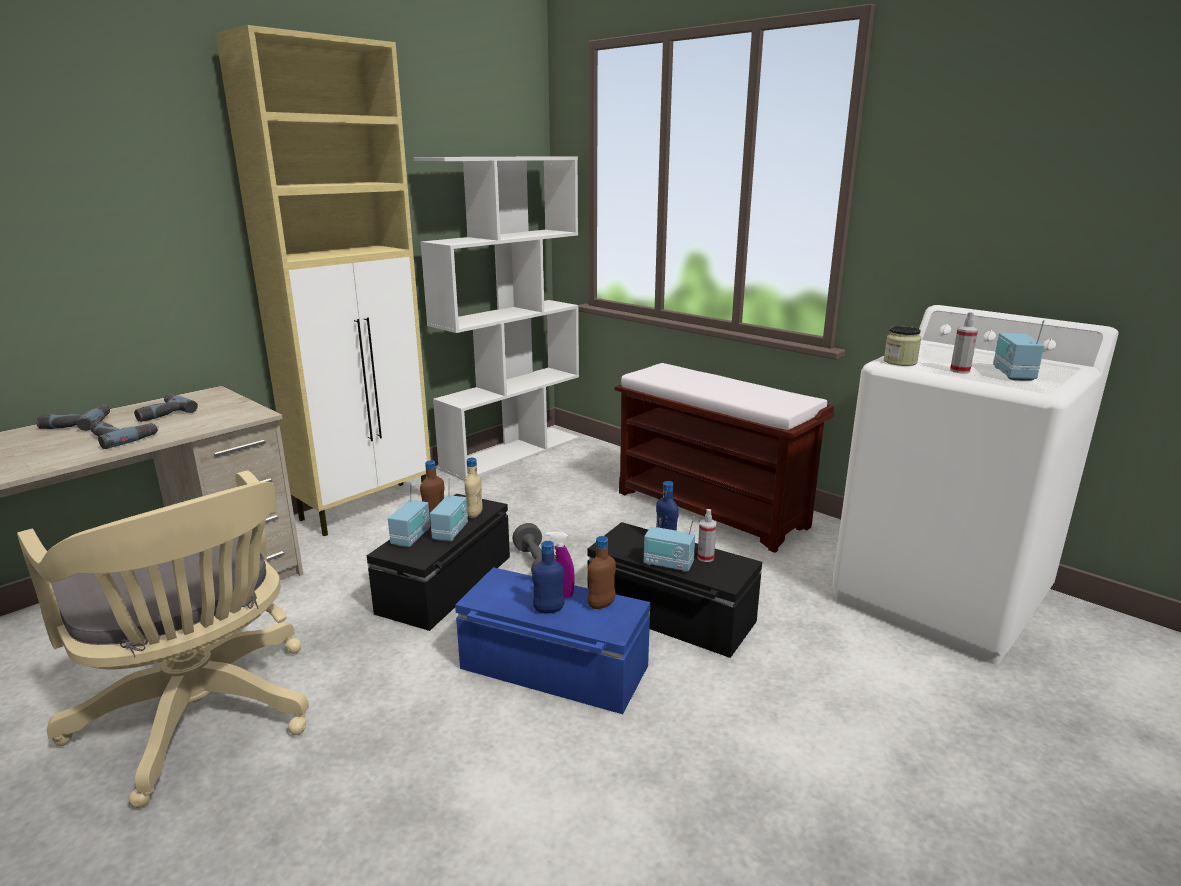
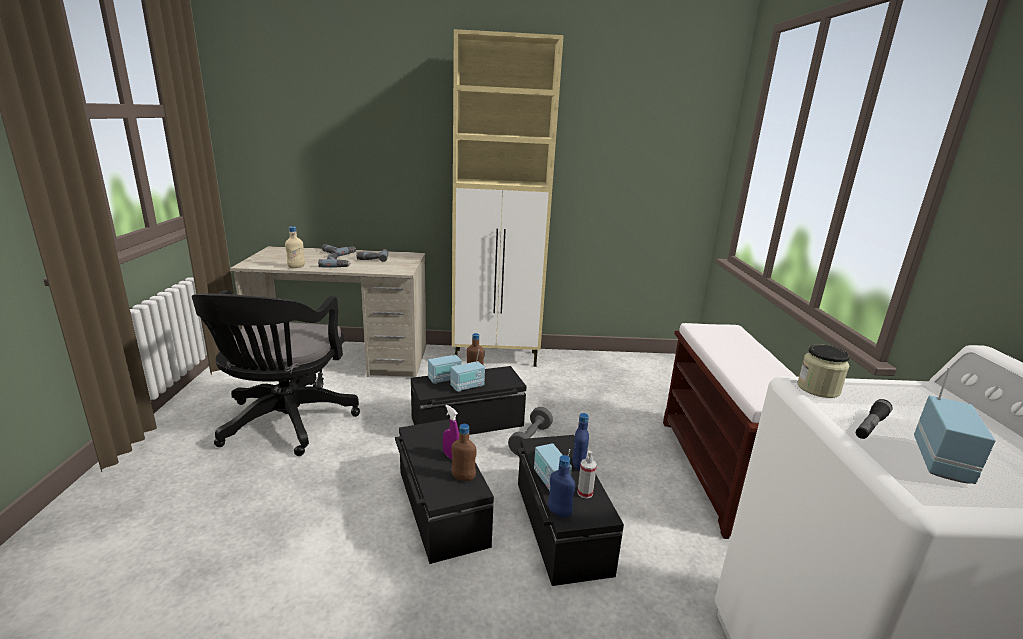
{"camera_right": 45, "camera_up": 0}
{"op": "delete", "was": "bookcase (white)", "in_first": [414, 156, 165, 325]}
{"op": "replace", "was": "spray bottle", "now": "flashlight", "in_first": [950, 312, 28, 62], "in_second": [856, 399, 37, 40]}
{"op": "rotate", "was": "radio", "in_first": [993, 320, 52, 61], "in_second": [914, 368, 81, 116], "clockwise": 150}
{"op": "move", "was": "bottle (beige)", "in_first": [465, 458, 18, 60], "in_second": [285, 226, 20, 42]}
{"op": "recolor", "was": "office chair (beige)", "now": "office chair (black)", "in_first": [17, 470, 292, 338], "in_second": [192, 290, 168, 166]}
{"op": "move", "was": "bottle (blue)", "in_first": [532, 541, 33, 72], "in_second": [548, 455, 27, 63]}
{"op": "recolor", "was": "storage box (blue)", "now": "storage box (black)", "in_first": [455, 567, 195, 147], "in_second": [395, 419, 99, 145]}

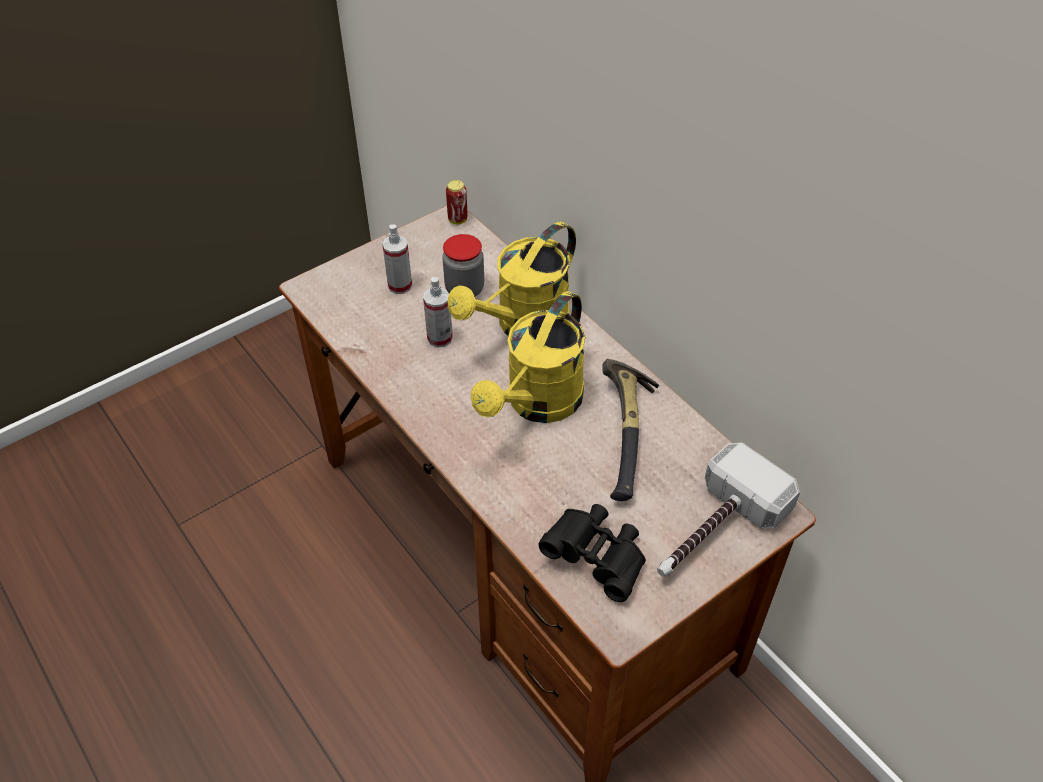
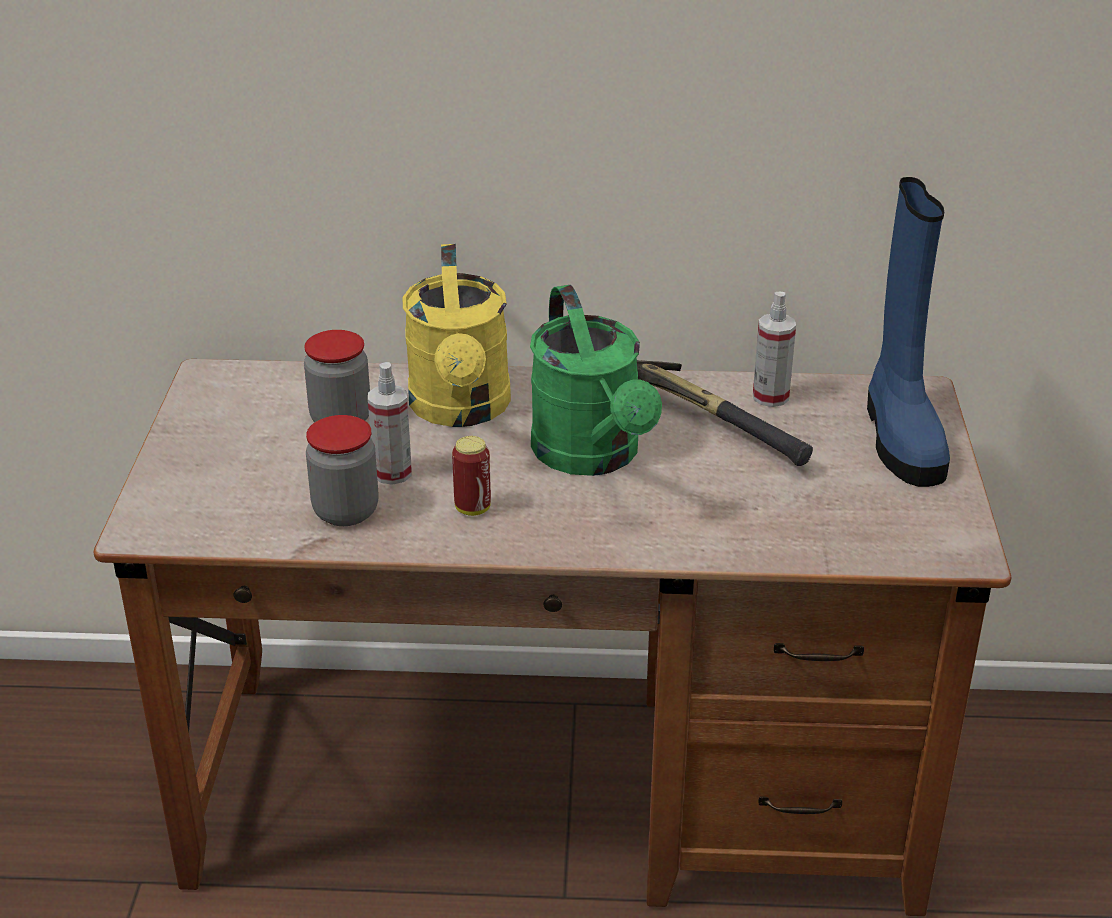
{"camera_right": -50, "camera_up": -15}
{"op": "move", "was": "can", "in_first": [446, 180, 22, 44], "in_second": [452, 436, 39, 80]}
{"op": "move", "was": "spray bottle", "in_first": [382, 224, 30, 70], "in_second": [753, 292, 43, 115]}
{"op": "recolor", "was": "watering can (yellow)", "now": "watering can (green)", "in_first": [471, 291, 114, 132], "in_second": [530, 285, 132, 191]}
{"op": "replace", "was": "hammer", "now": "boot (blue)", "in_first": [657, 443, 143, 134], "in_second": [867, 177, 83, 310]}
{"op": "delete", "was": "binoculars (black)", "in_first": [539, 504, 107, 98]}
{"op": "insert", "now": "jar", "in_second": [306, 415, 73, 111]}

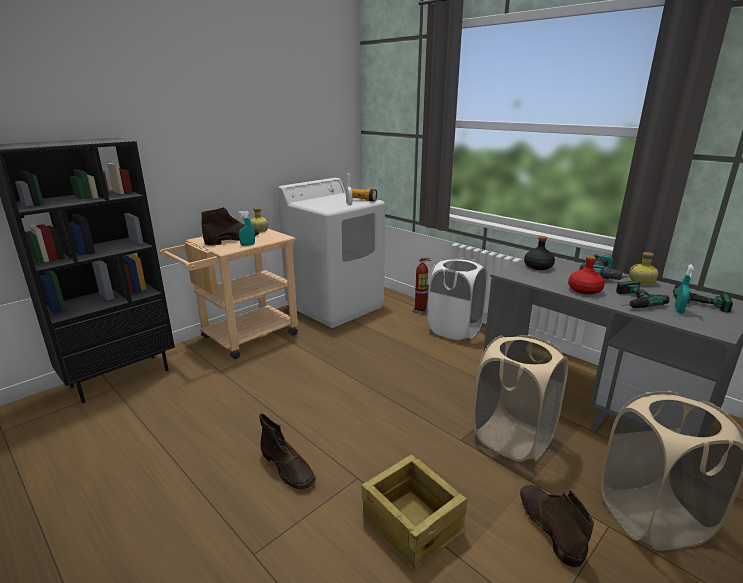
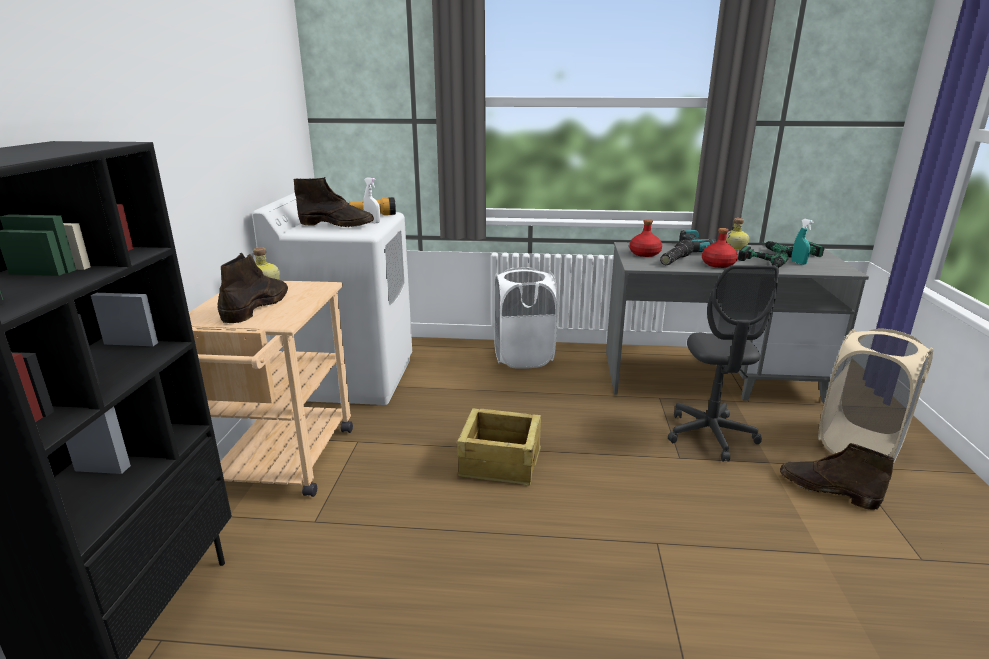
{"camera_right": -40, "camera_up": 0}
{"op": "delete", "was": "spray bottle (turquoise)", "in_first": [238, 211, 17, 35]}
{"op": "recolor", "was": "bottle (black)", "now": "bottle (red)", "in_first": [524, 236, 31, 34], "in_second": [629, 219, 33, 38]}
{"op": "delete", "was": "fire extinguisher", "in_first": [413, 258, 18, 56]}
{"op": "replace", "was": "laundry basket (beige)", "now": "office chair (grey)", "in_first": [472, 335, 96, 127], "in_second": [668, 265, 111, 197]}
{"op": "move", "was": "boot (brown)", "in_first": [259, 413, 57, 77], "in_second": [294, 177, 80, 50]}
{"op": "move", "was": "crate", "in_first": [362, 455, 106, 115], "in_second": [457, 408, 84, 78]}
{"op": "insert", "now": "flashlight", "in_second": [660, 240, 34, 25]}

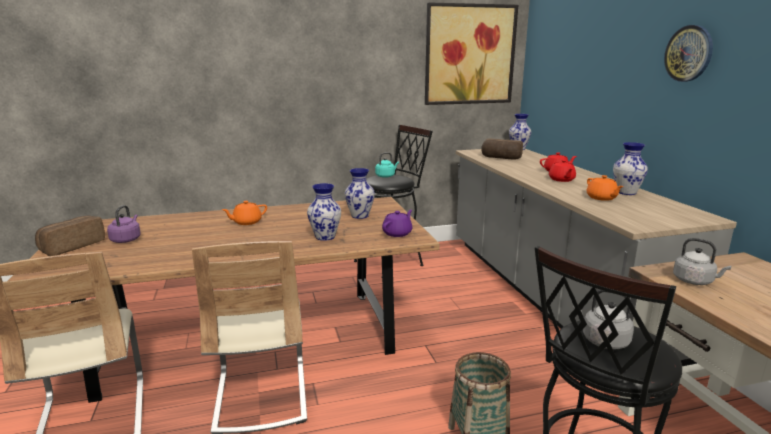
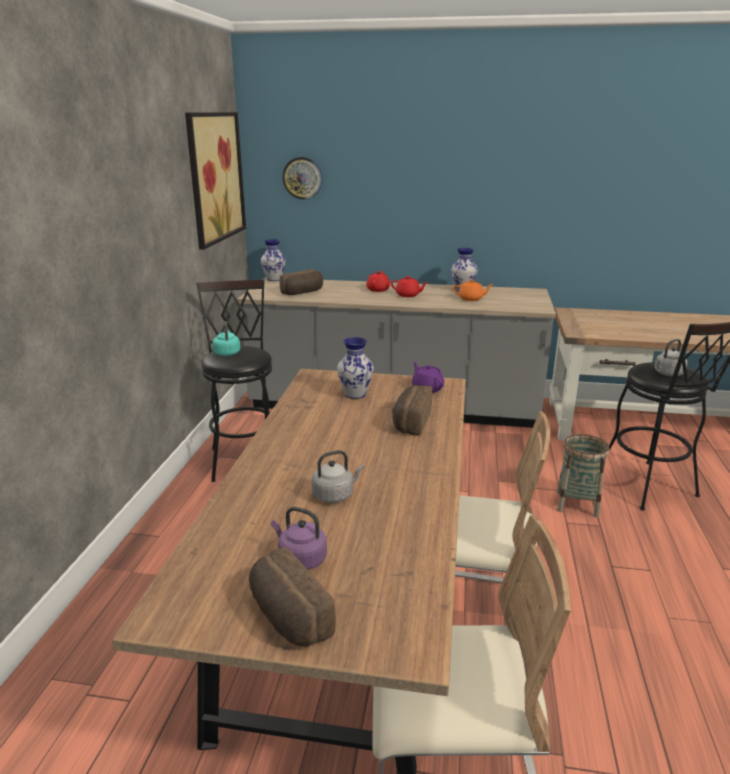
{"camera_right": -65, "camera_up": 5}
{"op": "move", "was": "wall clock", "in_first": [664, 25, 49, 57], "in_second": [282, 157, 41, 43]}
{"op": "replace", "was": "vase", "now": "bread", "in_first": [307, 183, 34, 58], "in_second": [392, 385, 40, 51]}
{"op": "delete", "was": "teapot (orange)", "in_first": [222, 201, 45, 24]}
{"op": "move", "was": "kettle (grey)", "in_first": [673, 238, 58, 47], "in_second": [311, 450, 53, 53]}

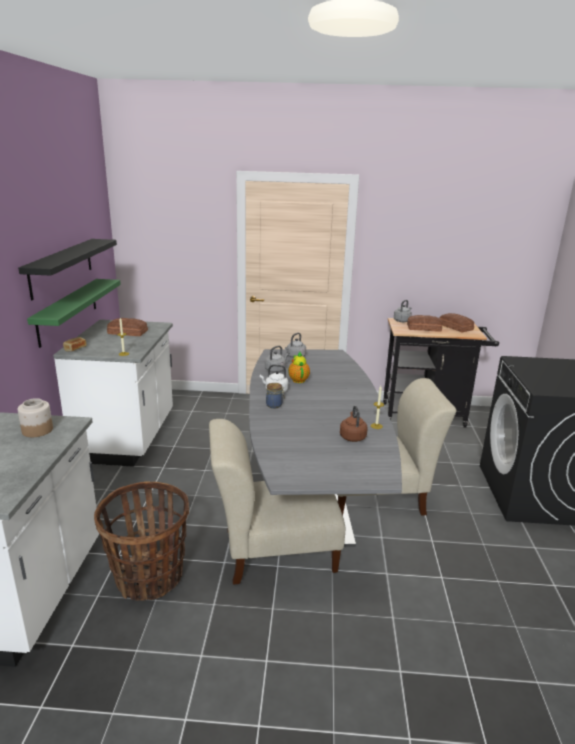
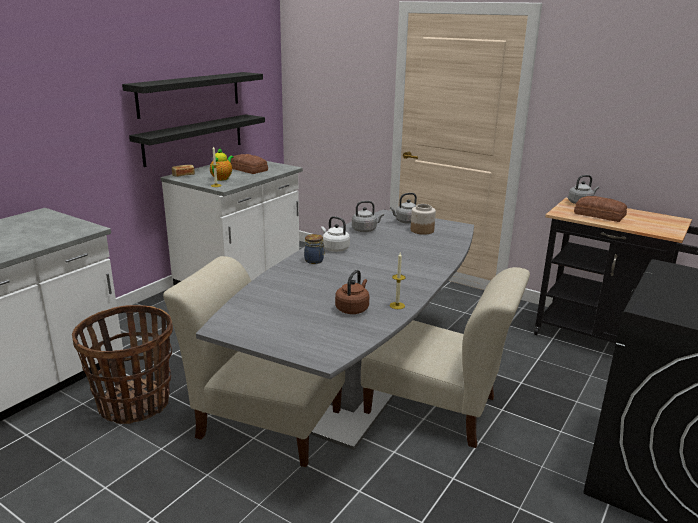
{"camera_right": 30, "camera_up": 0}
{"op": "recolor", "was": "shelf (green)", "now": "shelf (black)", "in_first": [27, 279, 94, 69], "in_second": [129, 114, 136, 53]}
{"op": "delete", "was": "bread", "in_first": [440, 313, 34, 19]}
{"op": "move", "was": "teapot", "in_first": [288, 352, 22, 31], "in_second": [210, 148, 23, 33]}
{"op": "move", "was": "jar", "in_first": [18, 398, 35, 39], "in_second": [411, 204, 25, 31]}

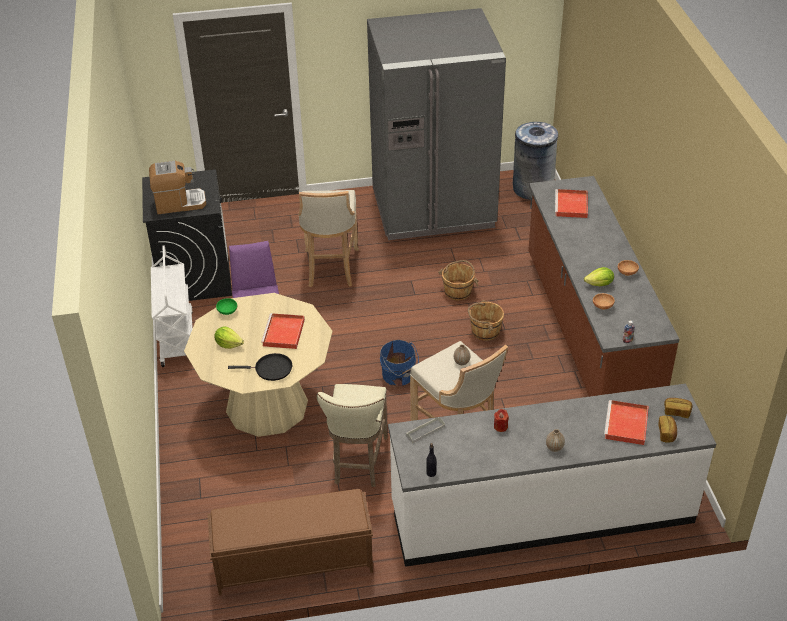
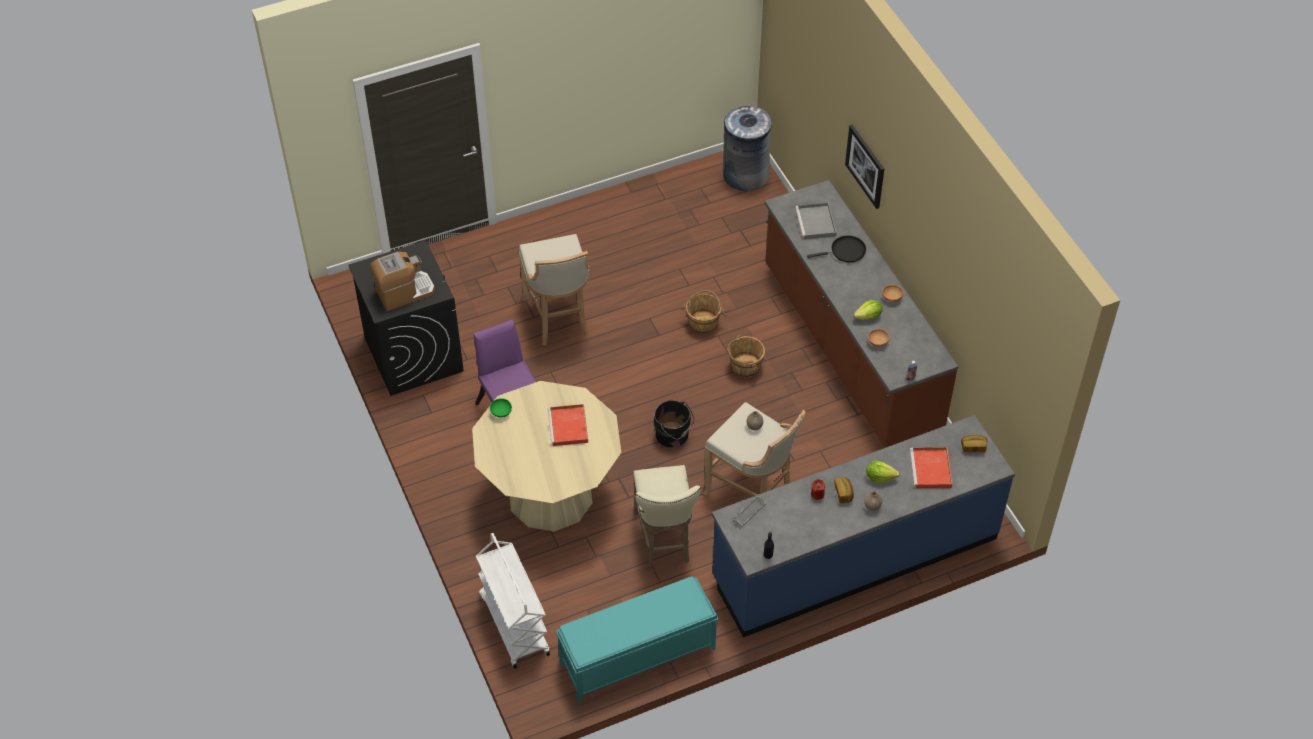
{"camera_right": -15, "camera_up": 10}
{"op": "delete", "was": "fridge (grey)", "in_first": [367, 8, 139, 232]}
{"op": "recolor", "was": "tray (red)", "now": "tray (grey)", "in_first": [555, 189, 33, 29], "in_second": [795, 203, 42, 36]}
{"op": "move", "was": "cart (white)", "in_first": [151, 245, 42, 122], "in_second": [476, 533, 74, 136]}
{"op": "move", "was": "lettuce", "in_first": [214, 326, 30, 23], "in_second": [866, 461, 34, 22]}
{"op": "recolor", "was": "bucket (blue)", "now": "bucket (black)", "in_first": [380, 340, 39, 46], "in_second": [654, 400, 40, 48]}
{"op": "move", "was": "frying pan (black)", "in_first": [228, 353, 64, 28], "in_second": [807, 236, 59, 26]}
{"op": "recolor", "was": "counter (white)", "now": "counter (blue)", "in_first": [388, 384, 328, 183], "in_second": [712, 415, 303, 223]}
{"op": "move", "was": "bread", "in_first": [658, 415, 19, 28], "in_second": [835, 477, 19, 26]}
{"op": "recolor", "was": "bench (brown)", "now": "bench (turquoise)", "in_first": [207, 489, 166, 107], "in_second": [555, 576, 164, 127]}
{"op": "insert", "now": "picture", "in_second": [845, 125, 39, 84]}

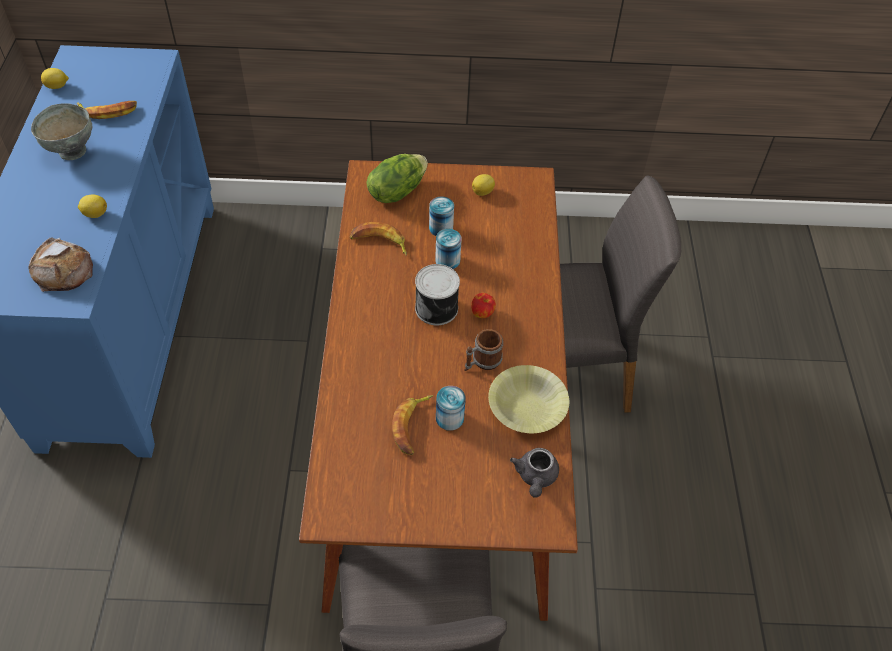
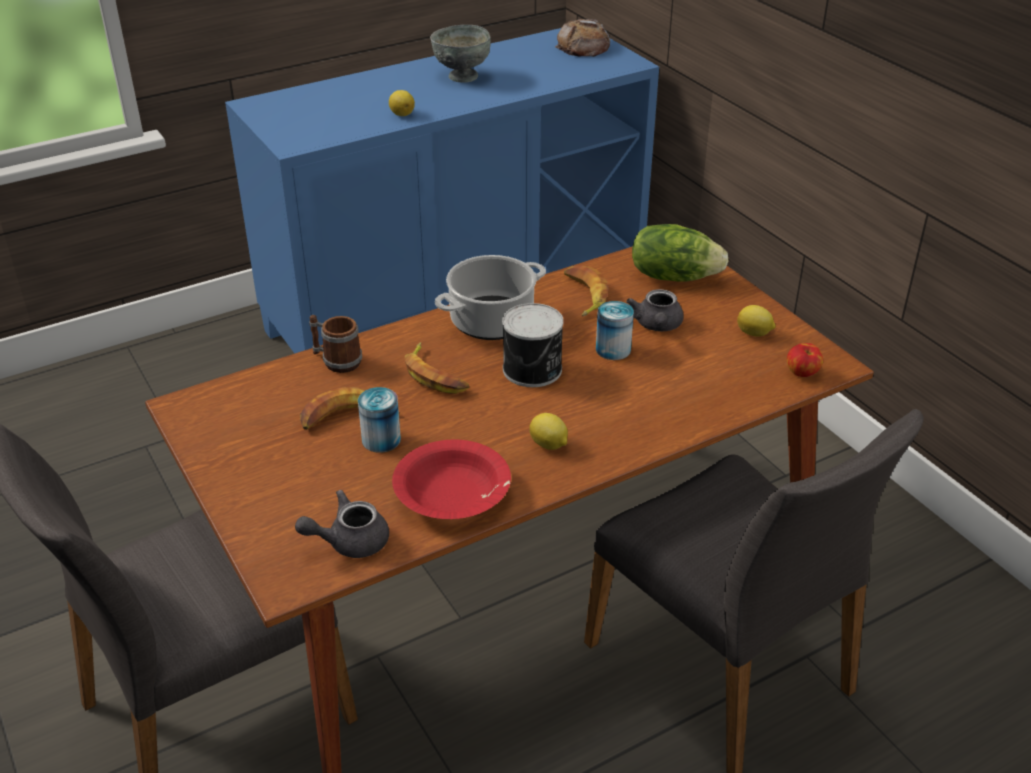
{"camera_right": 60, "camera_up": -15}
{"op": "move", "was": "lemon", "in_first": [41, 68, 28, 21], "in_second": [529, 413, 39, 37]}
{"op": "move", "was": "banana", "in_first": [77, 101, 60, 18], "in_second": [405, 342, 64, 52]}
{"op": "replace", "was": "can", "now": "teapot (grey)", "in_first": [429, 196, 25, 40], "in_second": [626, 289, 58, 42]}
{"op": "move", "was": "bread", "in_first": [29, 237, 64, 55], "in_second": [555, 19, 55, 38]}
{"op": "move", "was": "apple", "in_first": [471, 293, 25, 25], "in_second": [787, 343, 36, 34]}
{"op": "move", "was": "mug", "in_first": [465, 329, 38, 42], "in_second": [309, 315, 53, 58]}
{"op": "recolor", "was": "bowl (yellow)", "now": "bowl (red)", "in_first": [488, 365, 81, 68], "in_second": [392, 440, 119, 79]}
{"op": "insert", "now": "cooking pot", "in_second": [435, 255, 111, 85]}

